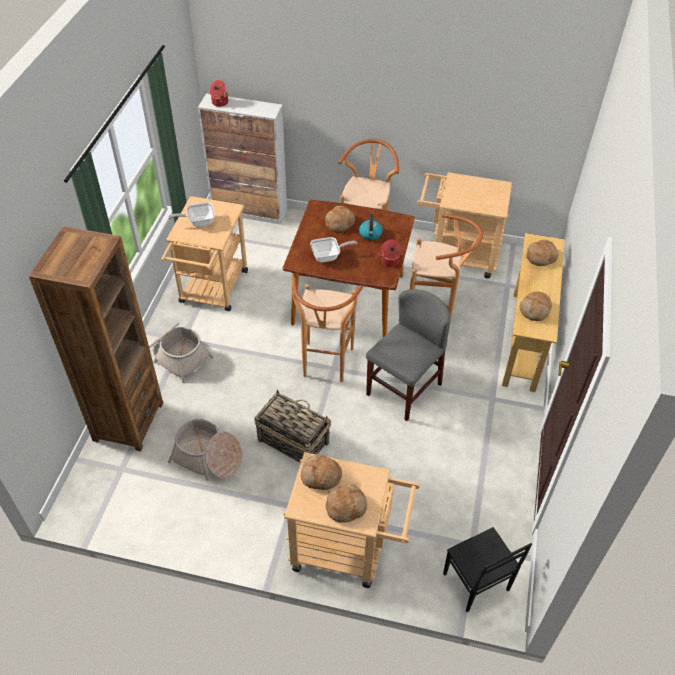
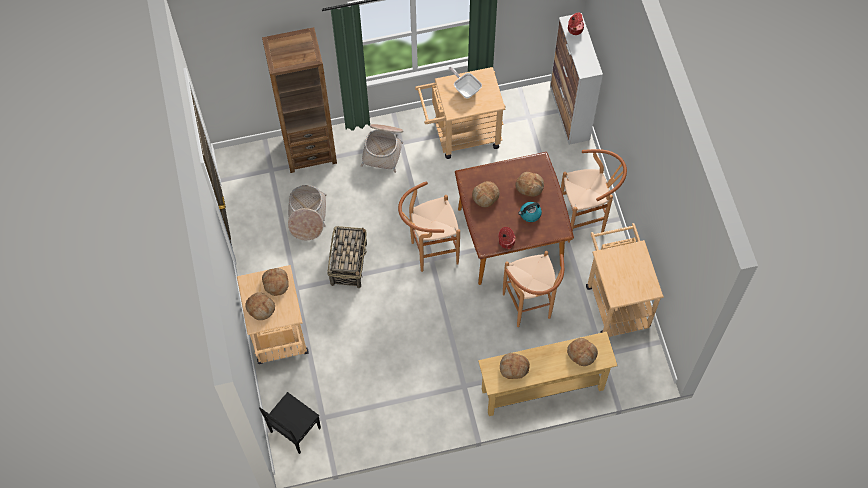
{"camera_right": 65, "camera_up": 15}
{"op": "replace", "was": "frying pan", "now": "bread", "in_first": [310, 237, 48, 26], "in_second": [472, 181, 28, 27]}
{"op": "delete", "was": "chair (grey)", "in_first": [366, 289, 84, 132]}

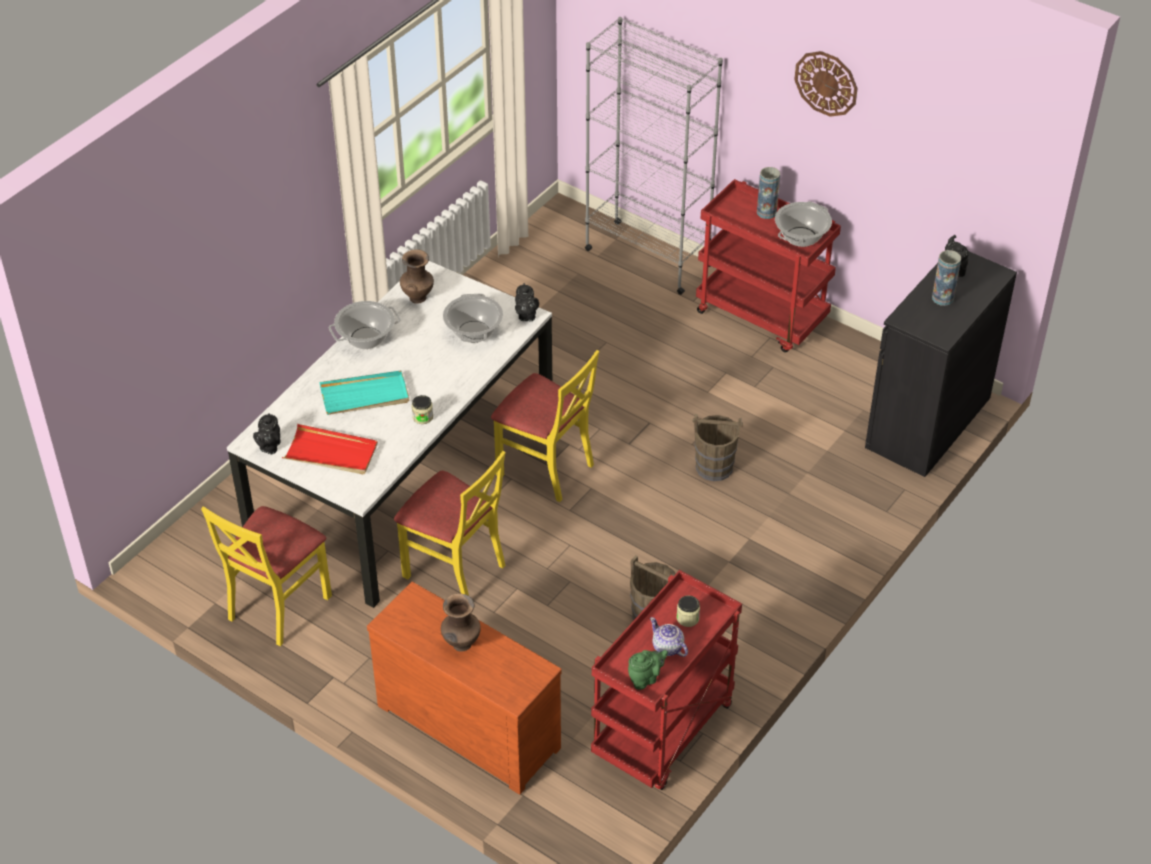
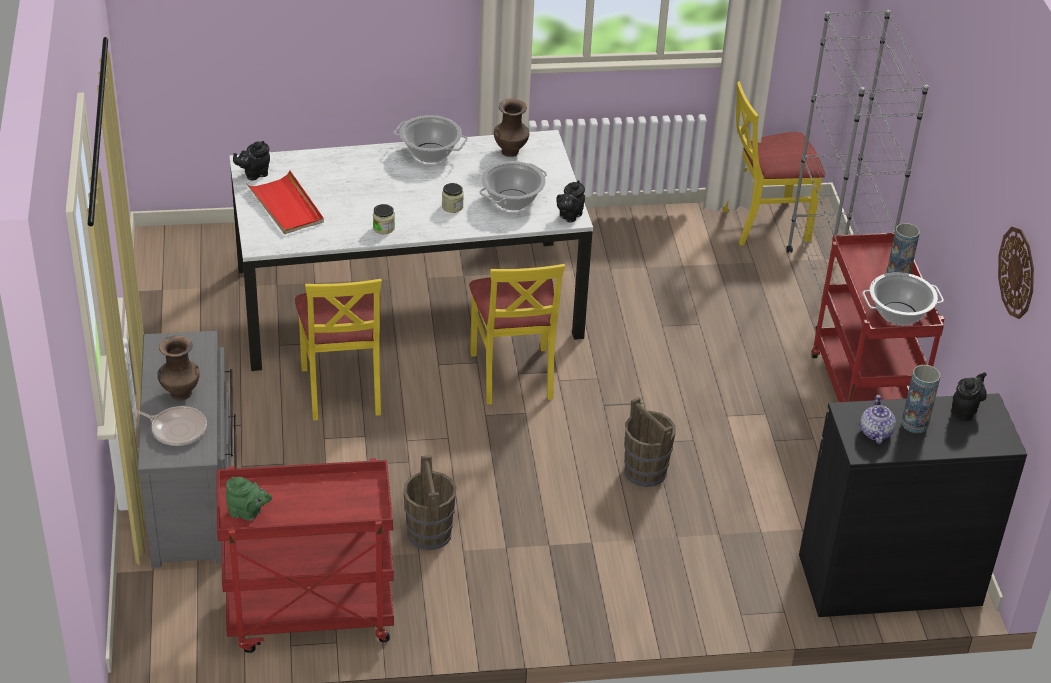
{"camera_right": 45, "camera_up": -5}
{"op": "move", "was": "wall clock", "in_first": [794, 51, 64, 66], "in_second": [998, 227, 36, 92]}
{"op": "delete", "was": "tray (turquoise)", "in_first": [319, 371, 90, 44]}
{"op": "move", "was": "chair (yellow)", "in_first": [201, 506, 131, 140], "in_second": [723, 81, 102, 164]}
{"op": "recolor", "was": "dresser (brown)", "now": "dresser (grey)", "in_first": [367, 582, 195, 212], "in_second": [138, 331, 99, 237]}
{"op": "move", "was": "jar", "in_first": [676, 595, 24, 32], "in_second": [442, 183, 22, 30]}
{"op": "move", "was": "teapot", "in_first": [650, 617, 38, 40], "in_second": [860, 395, 36, 49]}
{"op": "insert", "now": "frying pan", "in_second": [132, 406, 75, 40]}

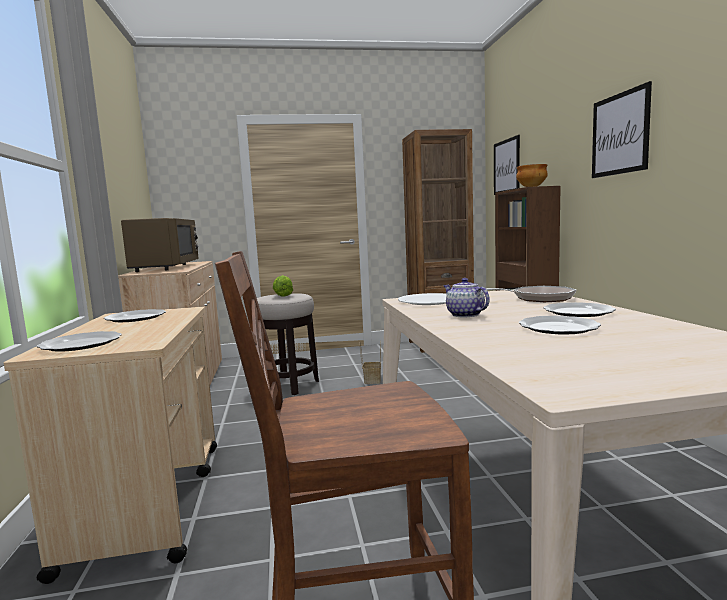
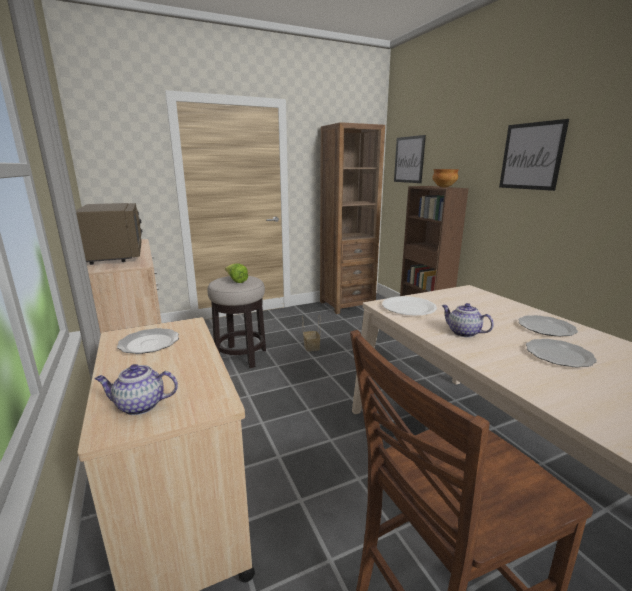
{"camera_right": -15, "camera_up": 10}
{"op": "delete", "was": "frying pan", "in_first": [486, 286, 91, 16]}
{"op": "replace", "was": "plate", "now": "teapot", "in_first": [37, 331, 85, 21], "in_second": [95, 364, 83, 51]}

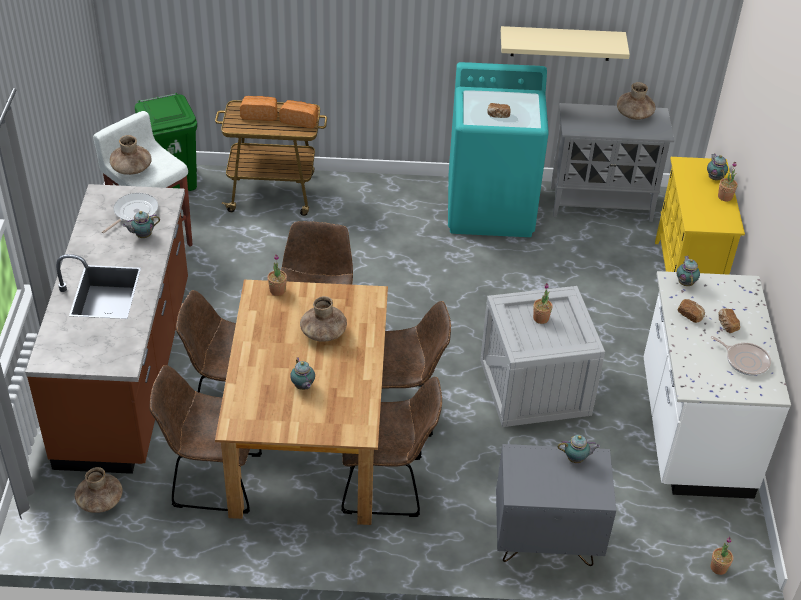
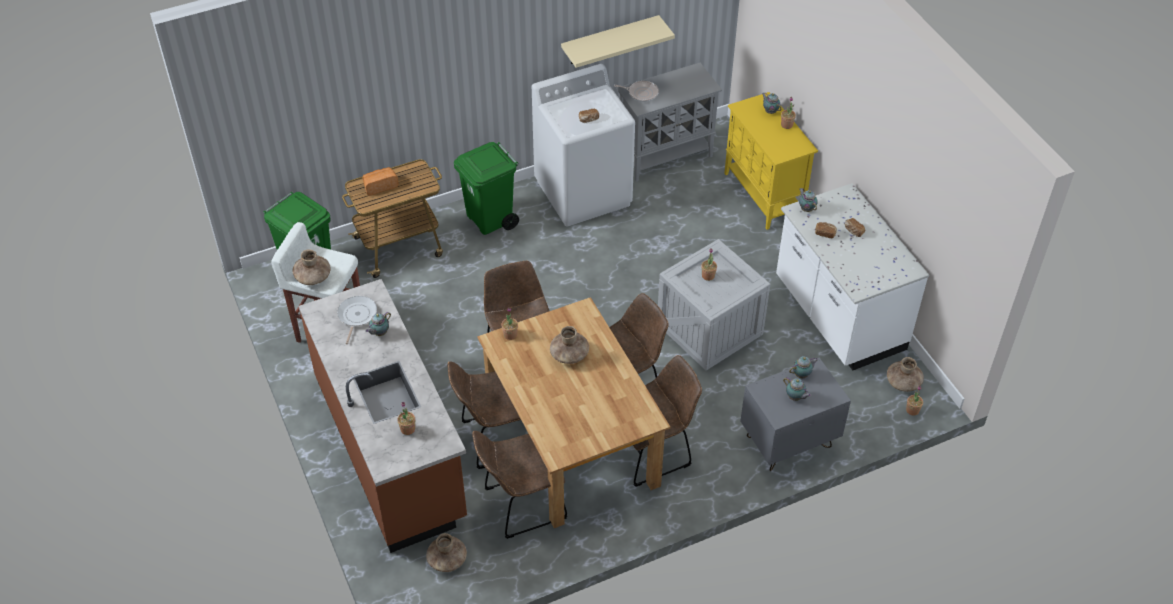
{"camera_right": -25, "camera_up": 5}
{"op": "recolor", "was": "washing machine (turquoise)", "now": "washing machine (white)", "in_first": [448, 62, 101, 175], "in_second": [532, 64, 103, 163]}
{"op": "move", "was": "vase (brown)", "in_first": [617, 82, 38, 38], "in_second": [887, 357, 37, 35]}
{"op": "delete", "was": "bread", "in_first": [279, 100, 39, 28]}
{"op": "move", "was": "frying pan", "in_first": [710, 336, 61, 40], "in_second": [614, 81, 45, 21]}
{"op": "move", "was": "teapot", "in_first": [290, 357, 25, 33], "in_second": [783, 377, 28, 24]}
{"op": "insert", "now": "trash can (green)", "in_second": [454, 142, 65, 93]}
{"op": "insert", "now": "potted plant", "in_second": [397, 402, 18, 33]}

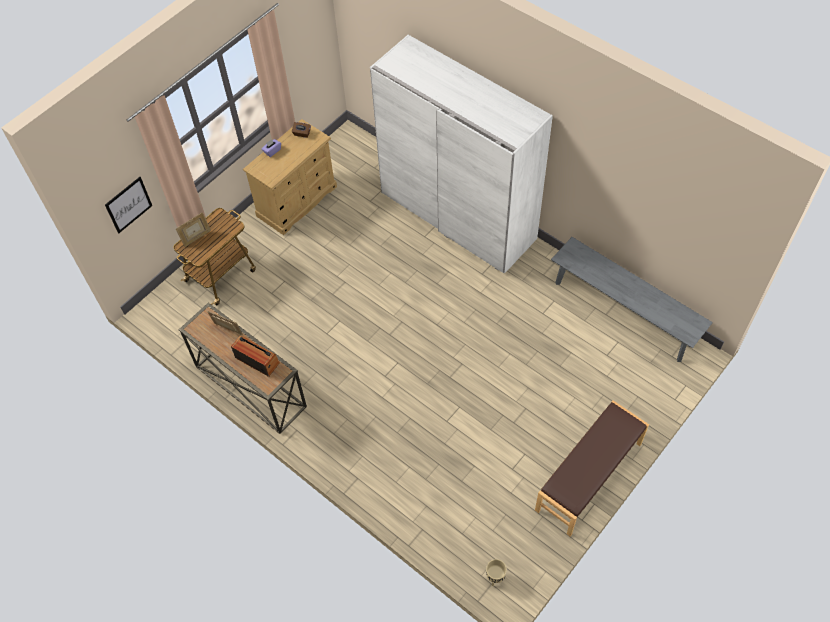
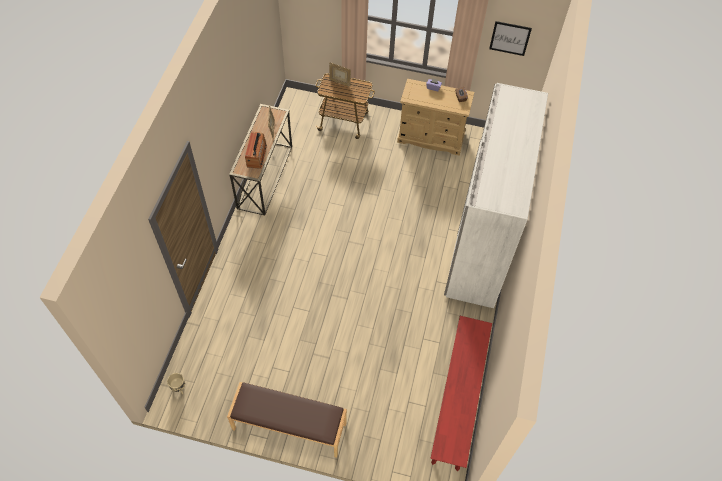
{"camera_right": 60, "camera_up": 0}
{"op": "move", "was": "picture", "in_first": [105, 177, 47, 56], "in_second": [489, 21, 43, 35]}
{"op": "recolor", "was": "bench (grey)", "now": "bench (red)", "in_first": [551, 237, 162, 125], "in_second": [431, 316, 61, 155]}

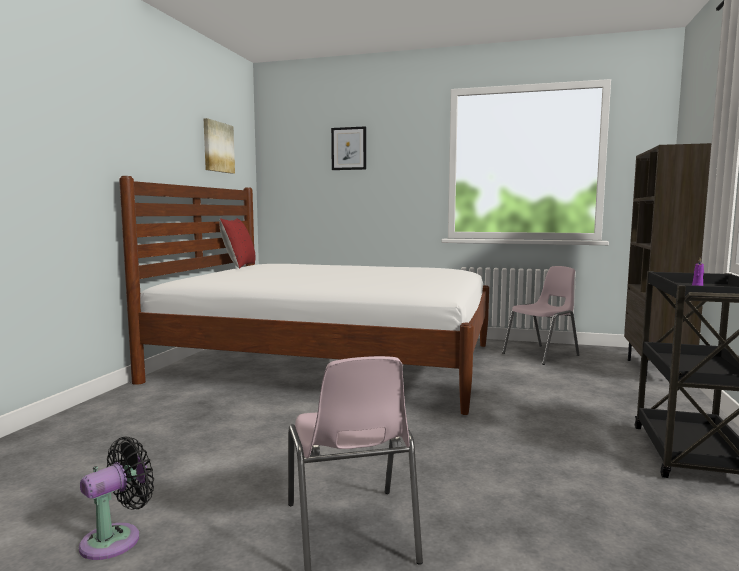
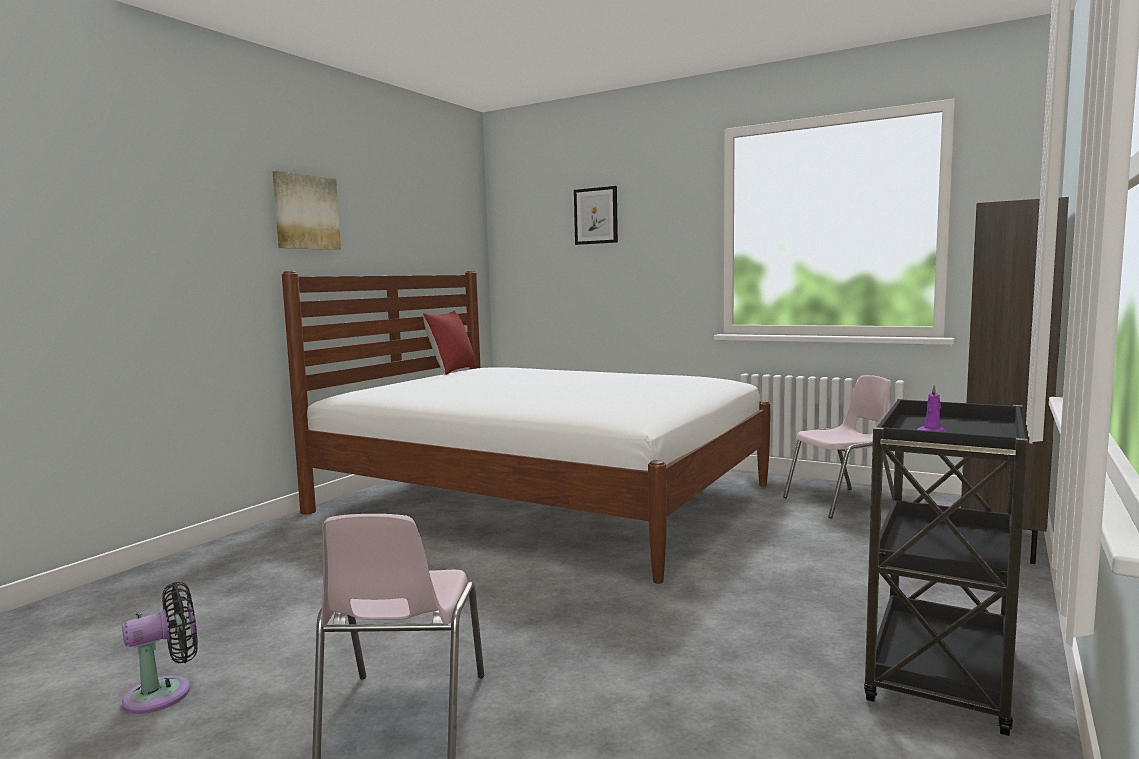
{"camera_right": 15, "camera_up": 0}
{"op": "move", "was": "picture", "in_first": [204, 118, 31, 56], "in_second": [272, 171, 69, 79]}

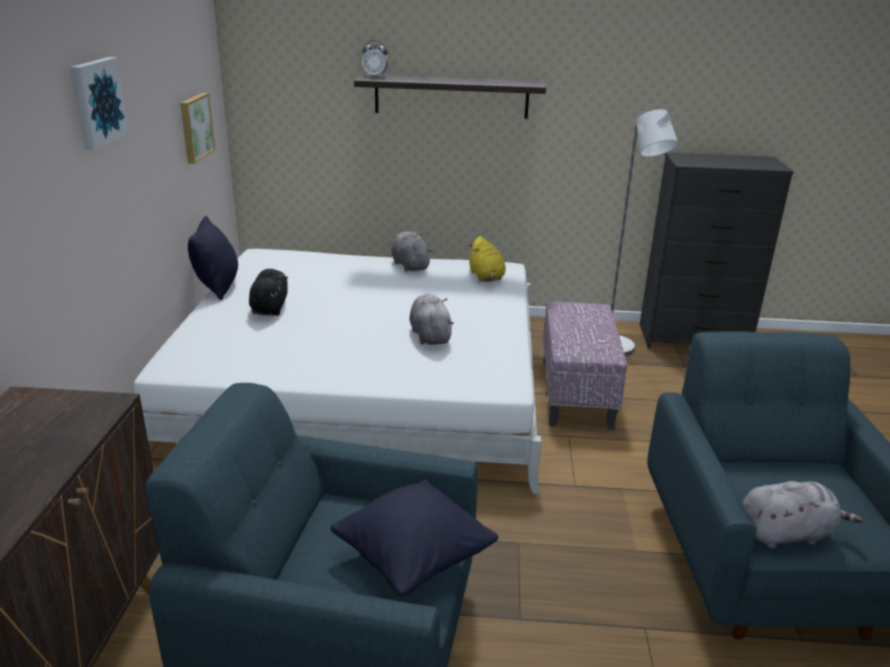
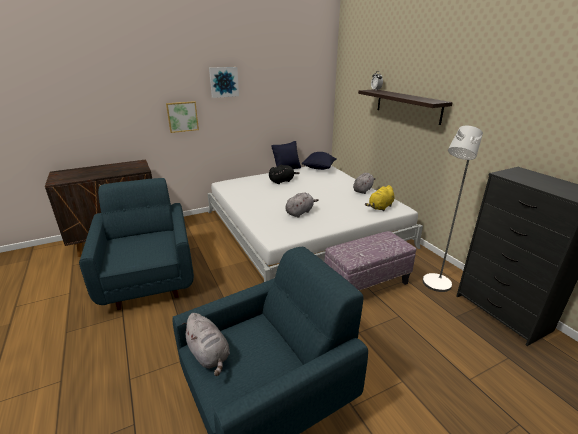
{"camera_right": 60, "camera_up": 0}
{"op": "move", "was": "picture", "in_first": [180, 93, 35, 71], "in_second": [166, 101, 33, 32]}
{"op": "move", "was": "pillow (black)", "in_first": [331, 480, 168, 116], "in_second": [302, 152, 35, 18]}

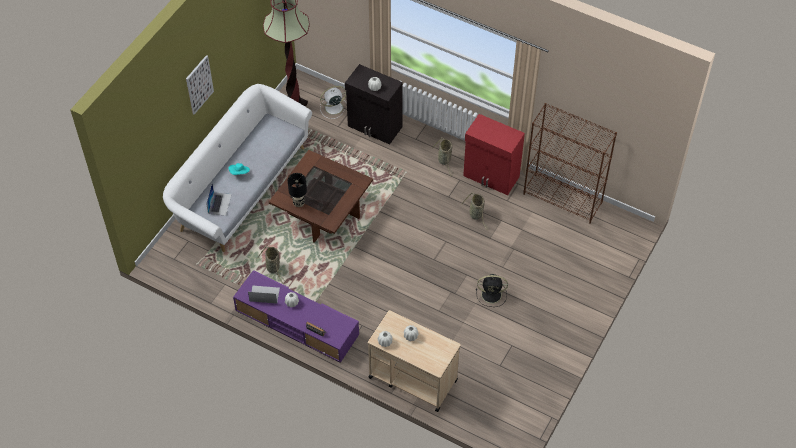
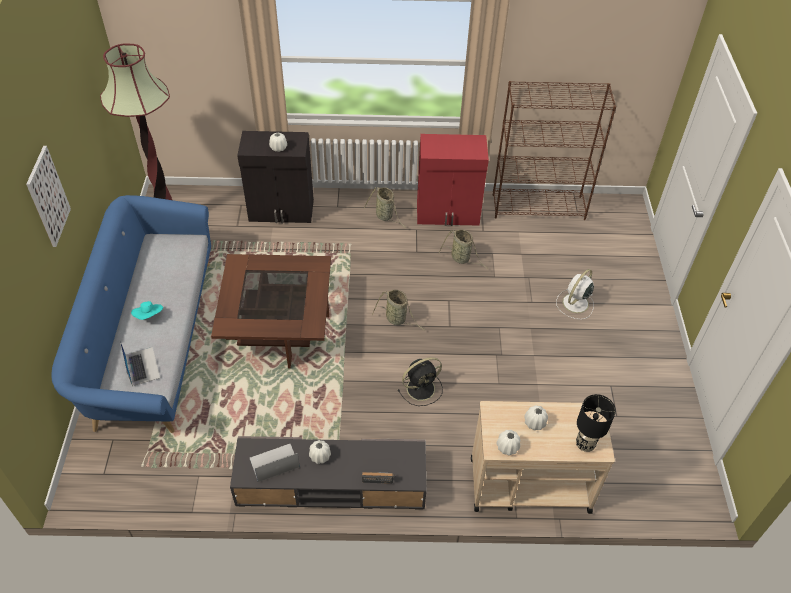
{"camera_right": -30, "camera_up": -5}
{"op": "recolor", "was": "sofa (white)", "now": "sofa (blue)", "in_first": [163, 84, 149, 168], "in_second": [52, 195, 159, 238]}
{"op": "move", "was": "fan (white)", "in_first": [320, 86, 27, 33], "in_second": [556, 269, 38, 50]}
{"op": "move", "was": "table lamp (black)", "in_first": [288, 173, 19, 34], "in_second": [576, 394, 40, 58]}
{"op": "move", "was": "basket", "in_first": [258, 246, 27, 38], "in_second": [372, 290, 53, 40]}
{"op": "recolor", "was": "tv stand (purple)", "now": "tv stand (grey)", "in_first": [233, 270, 126, 93], "in_second": [230, 436, 196, 74]}
{"op": "move", "was": "fan (black)", "in_first": [476, 274, 32, 33], "in_second": [397, 357, 46, 49]}

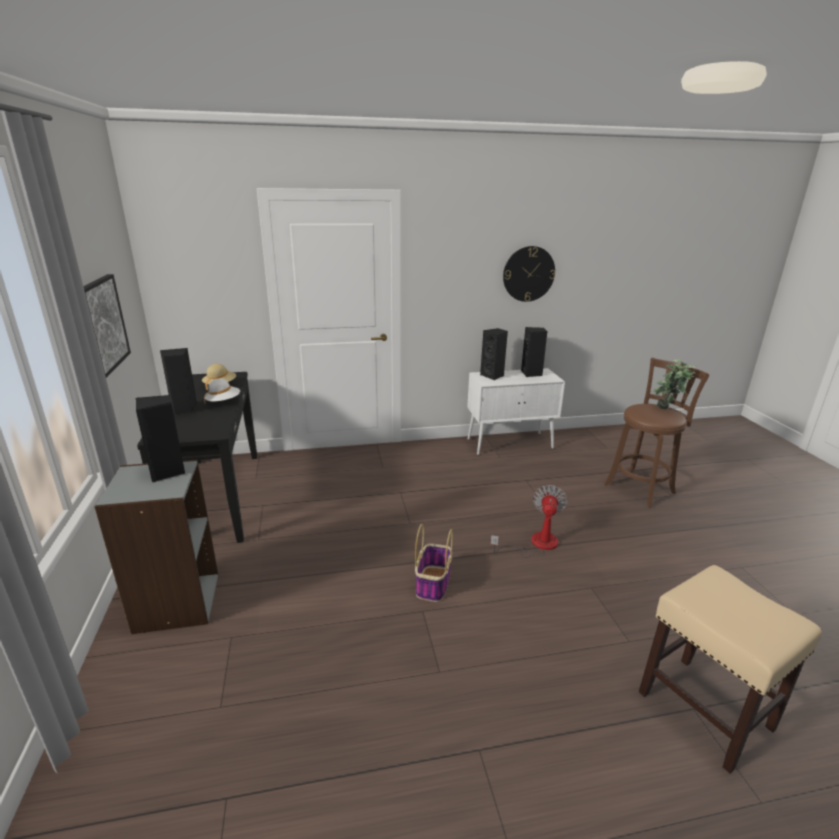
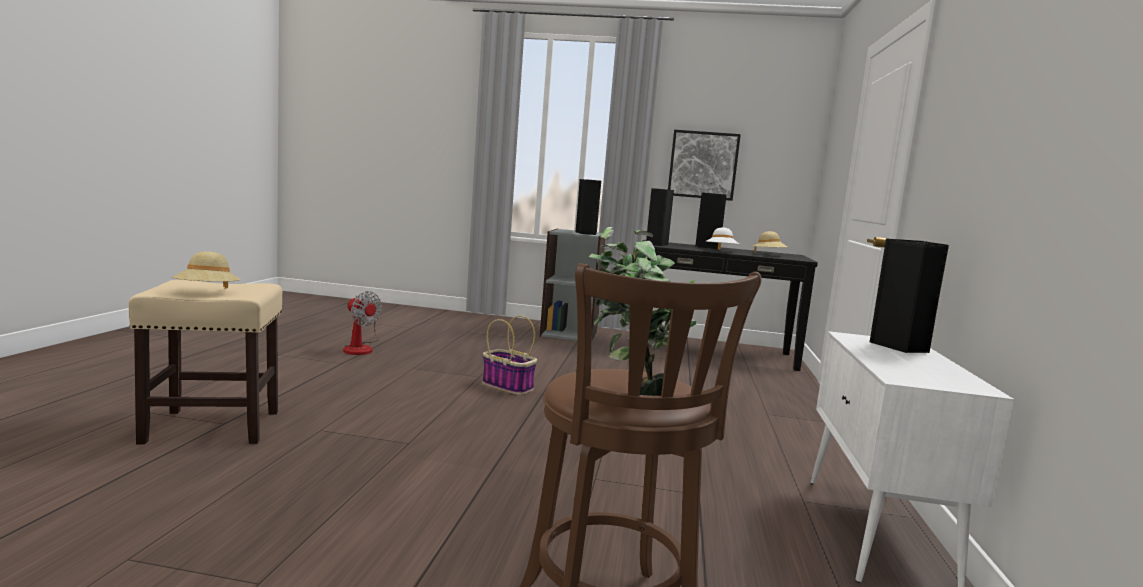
{"camera_right": 110, "camera_up": -15}
{"op": "delete", "was": "wall clock", "in_first": [503, 246, 52, 56]}
{"op": "move", "was": "speaker (black)", "in_first": [521, 327, 26, 50], "in_second": [646, 188, 28, 58]}
{"op": "move", "was": "fan", "in_first": [491, 485, 76, 73], "in_second": [343, 291, 39, 64]}
{"op": "insert", "now": "hat (beige)", "in_second": [172, 252, 69, 37]}

